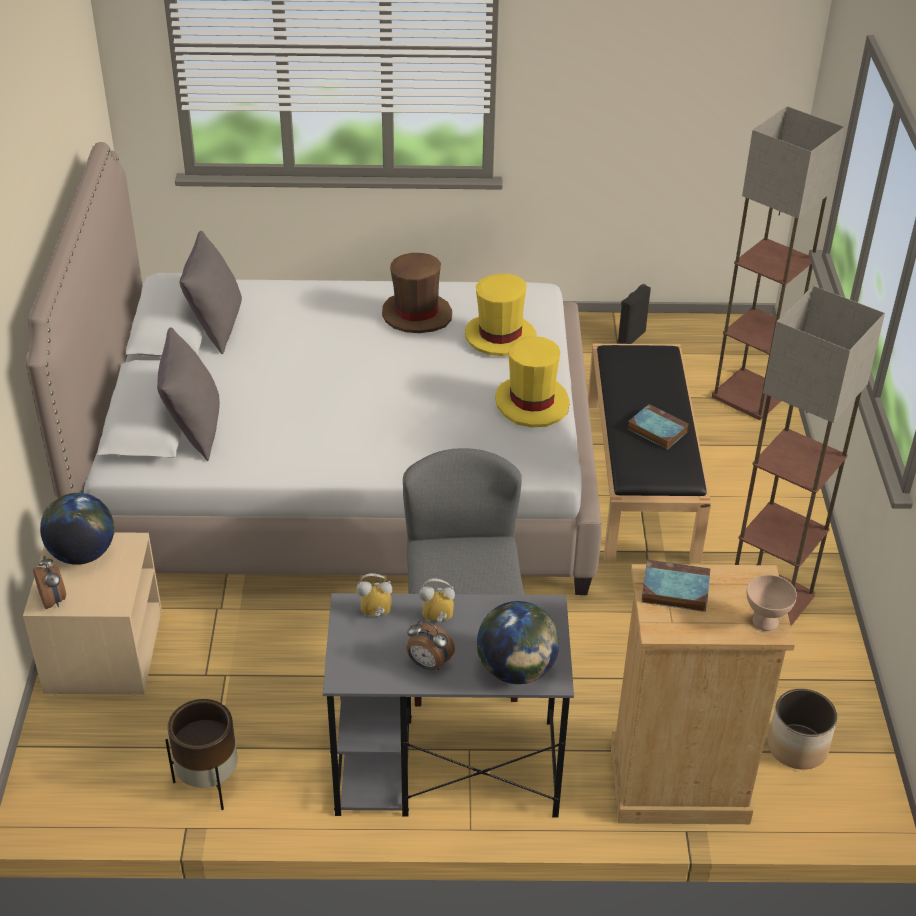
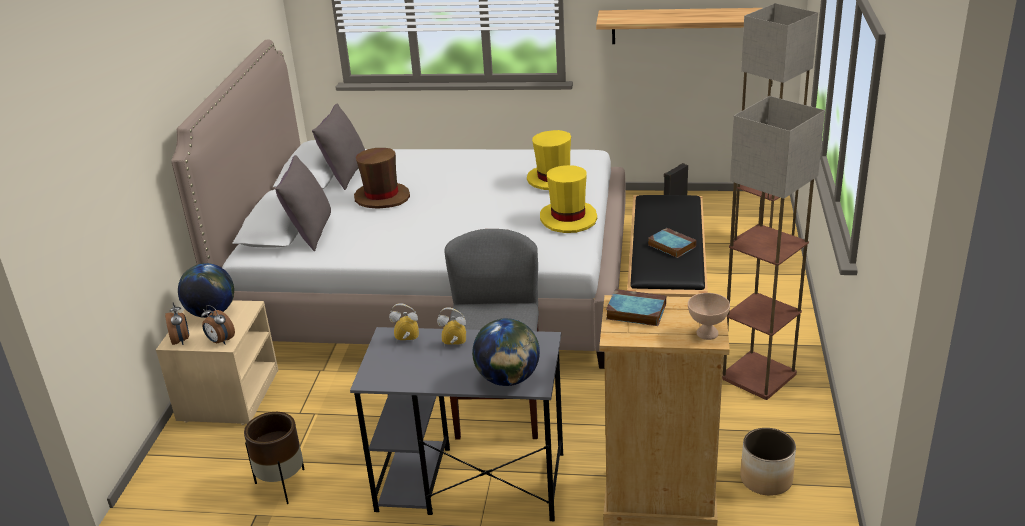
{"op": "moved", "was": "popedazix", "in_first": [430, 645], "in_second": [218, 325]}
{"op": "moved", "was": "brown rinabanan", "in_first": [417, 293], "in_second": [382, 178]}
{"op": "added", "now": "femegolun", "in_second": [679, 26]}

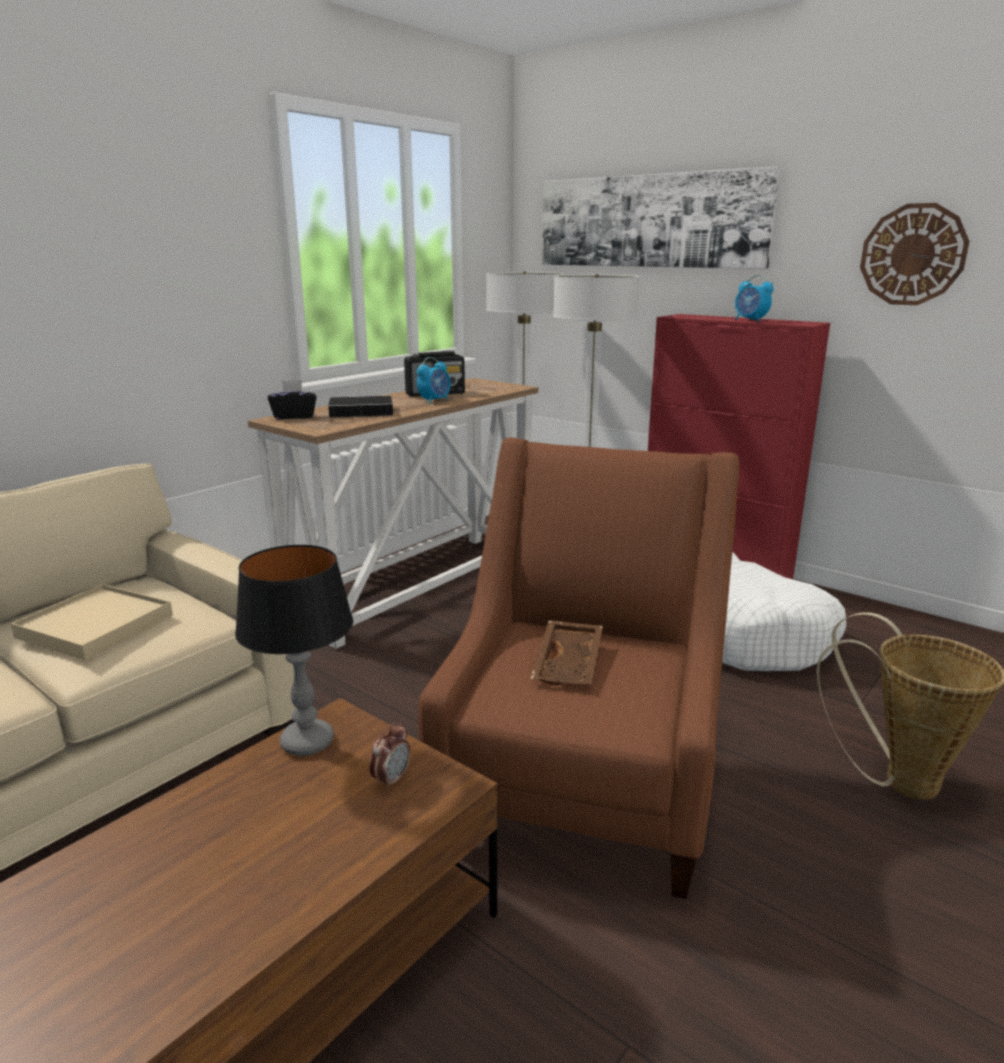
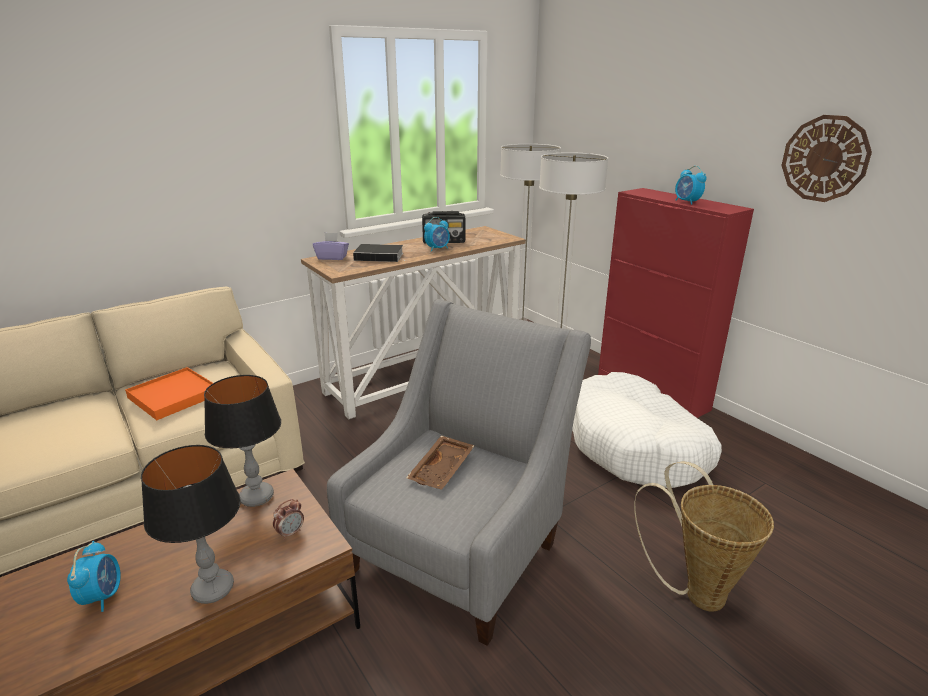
{"op": "added", "now": "popedazix", "in_second": [94, 576]}
{"op": "recoloured", "was": "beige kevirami", "now": "orange kevirami", "in_first": [92, 622], "in_second": [169, 393]}
{"op": "added", "now": "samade", "in_second": [191, 524]}
{"op": "recoloured", "was": "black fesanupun", "now": "purple fesanupun", "in_first": [292, 399], "in_second": [331, 246]}
{"op": "recoloured", "was": "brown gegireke", "now": "grey gegireke", "in_first": [578, 668], "in_second": [459, 472]}
{"op": "removed", "was": "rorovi", "in_first": [661, 217]}

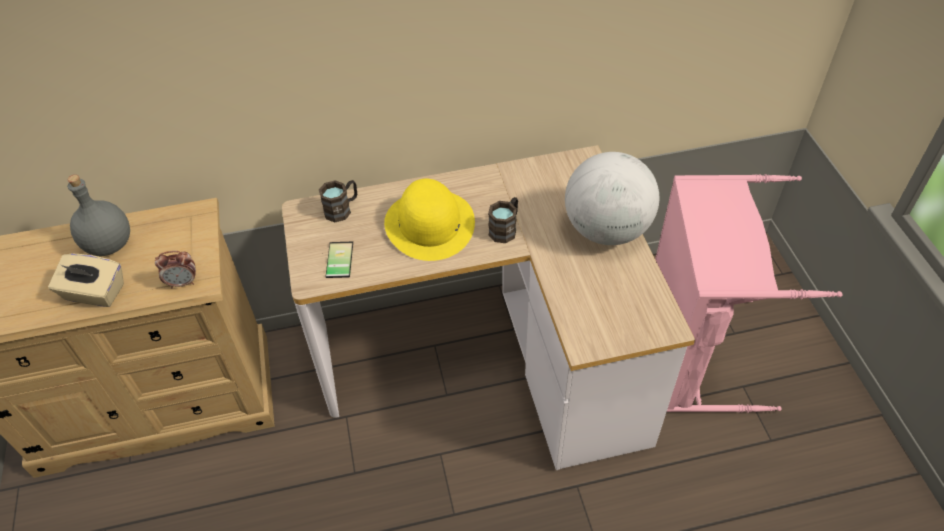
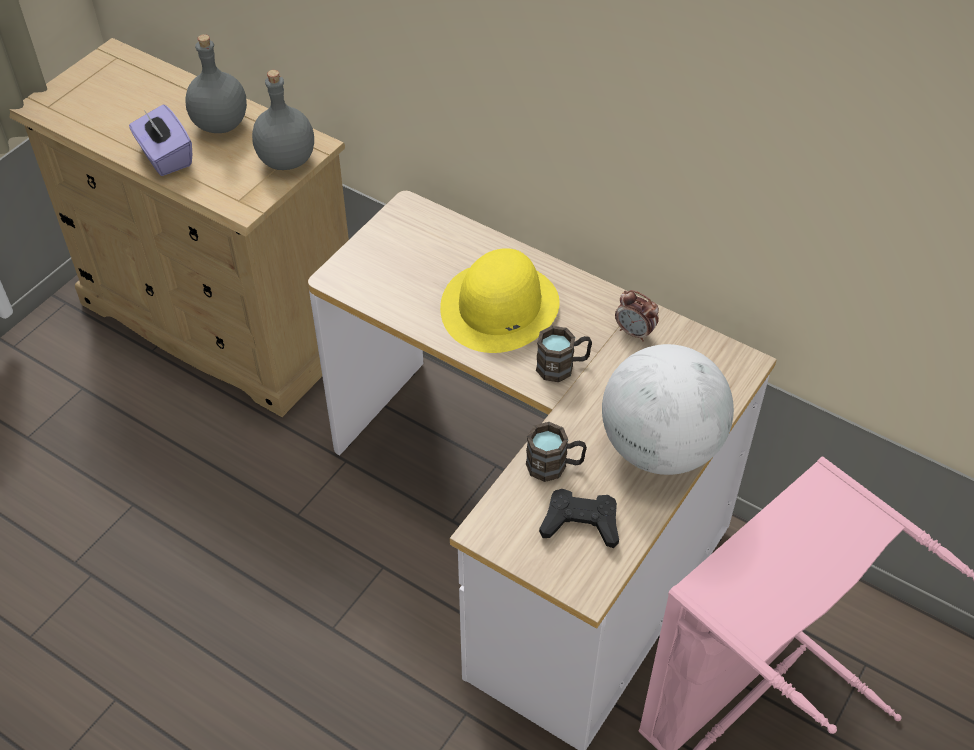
{"op": "recoloured", "was": "beige fesanupun", "now": "purple fesanupun", "in_first": [86, 280], "in_second": [160, 140]}
{"op": "added", "now": "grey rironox", "in_second": [283, 120]}
{"op": "moved", "was": "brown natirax", "in_first": [338, 201], "in_second": [556, 452]}
{"op": "added", "now": "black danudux", "in_second": [579, 518]}
{"op": "moved", "was": "popedazix", "in_first": [175, 270], "in_second": [637, 316]}
{"op": "removed", "was": "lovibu", "in_first": [339, 260]}

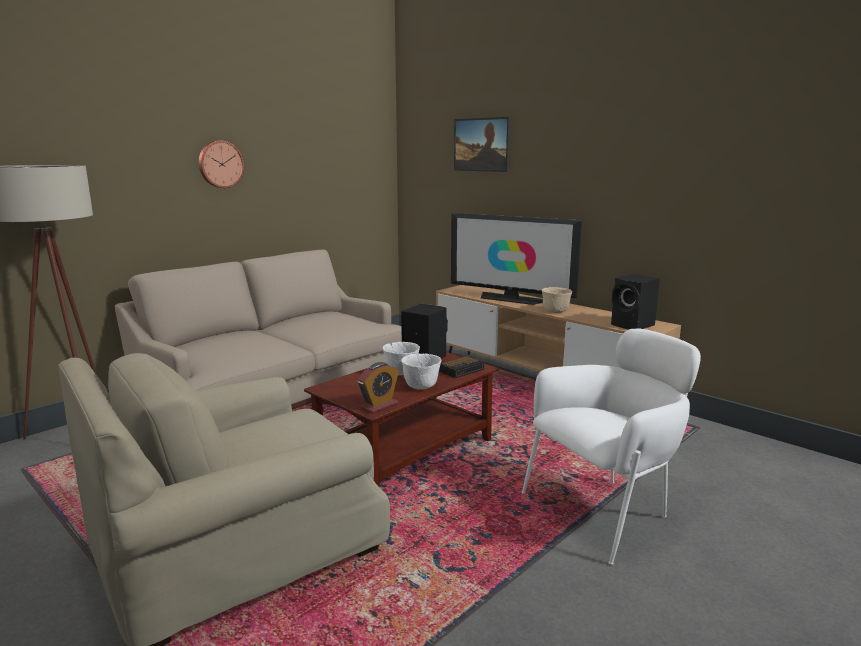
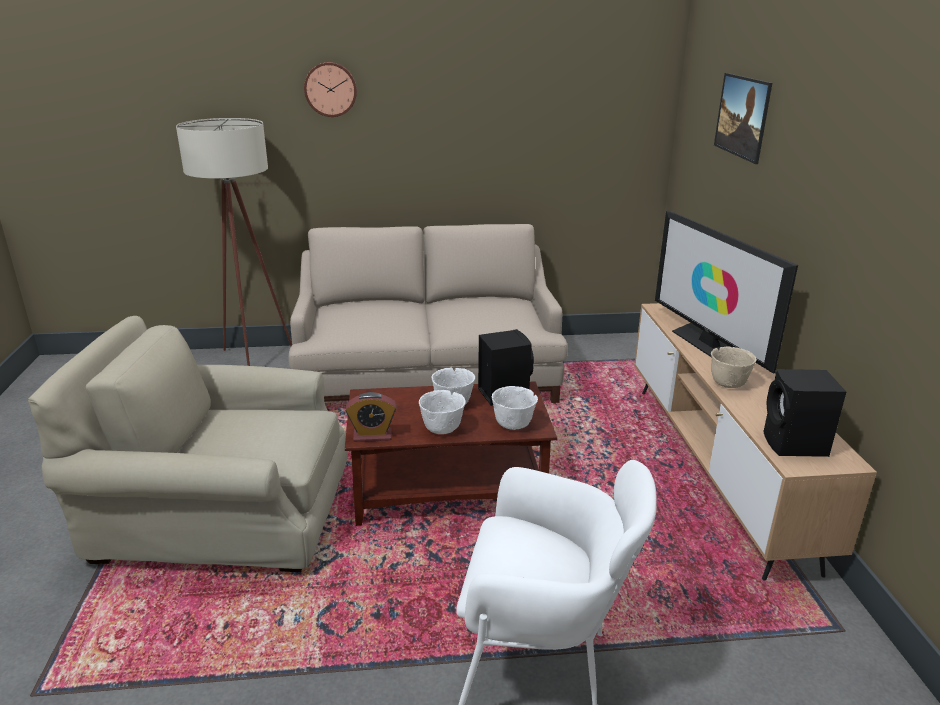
{"op": "moved", "was": "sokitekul", "in_first": [221, 164], "in_second": [330, 89]}
{"op": "replaced", "was": "popedazix", "now": "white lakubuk", "in_first": [461, 367], "in_second": [515, 408]}

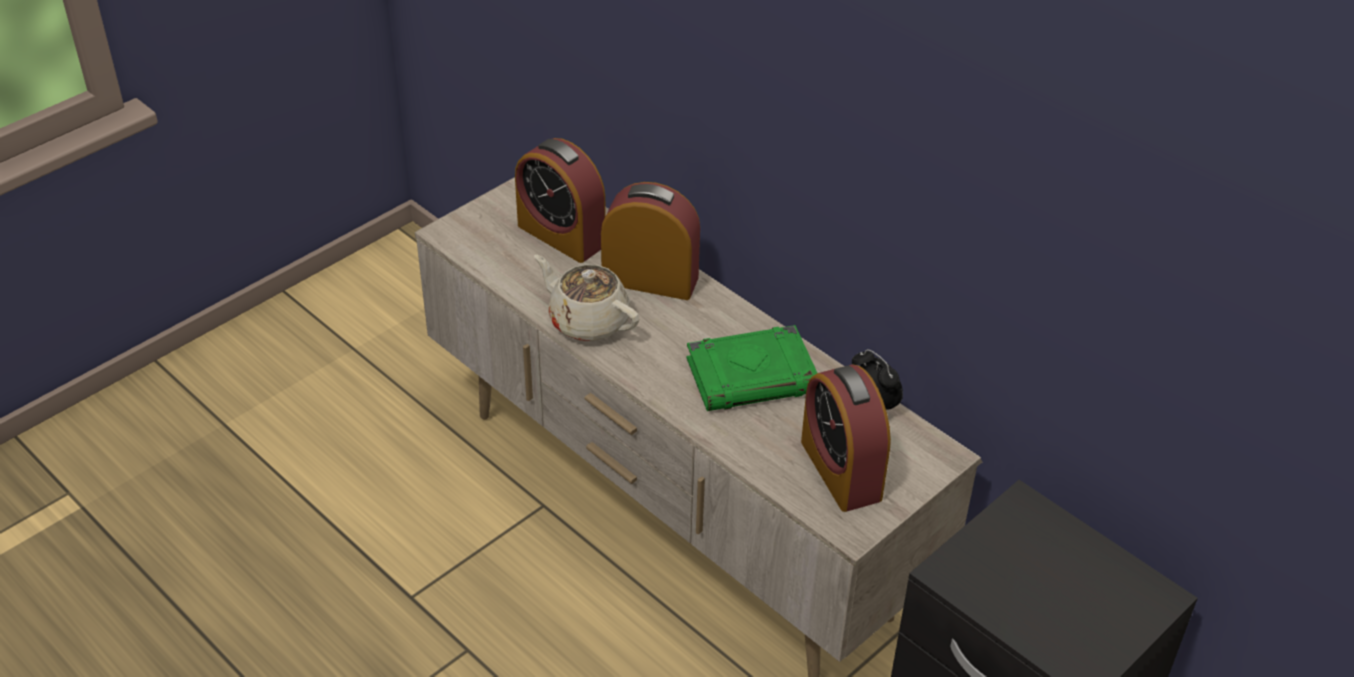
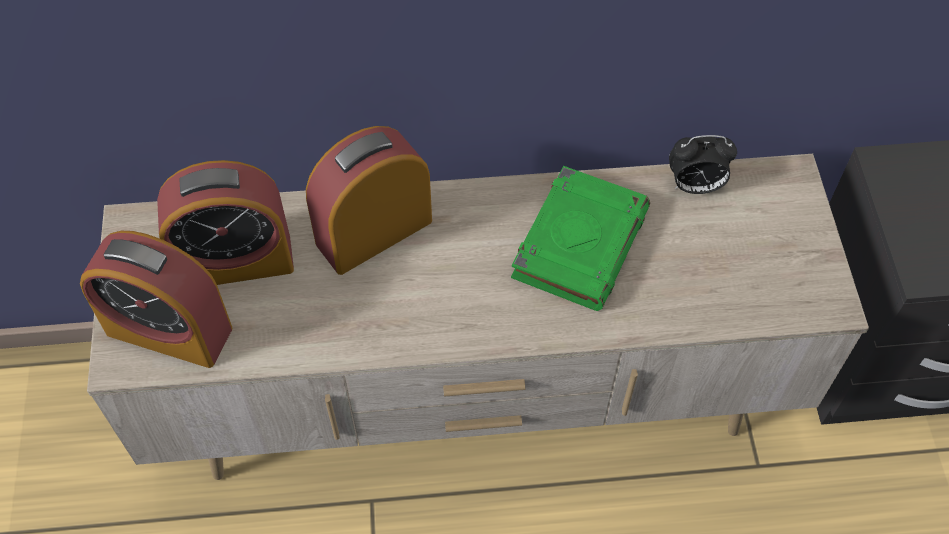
{"op": "moved", "was": "popedazix", "in_first": [846, 438], "in_second": [156, 299]}
{"op": "removed", "was": "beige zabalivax", "in_first": [587, 298]}

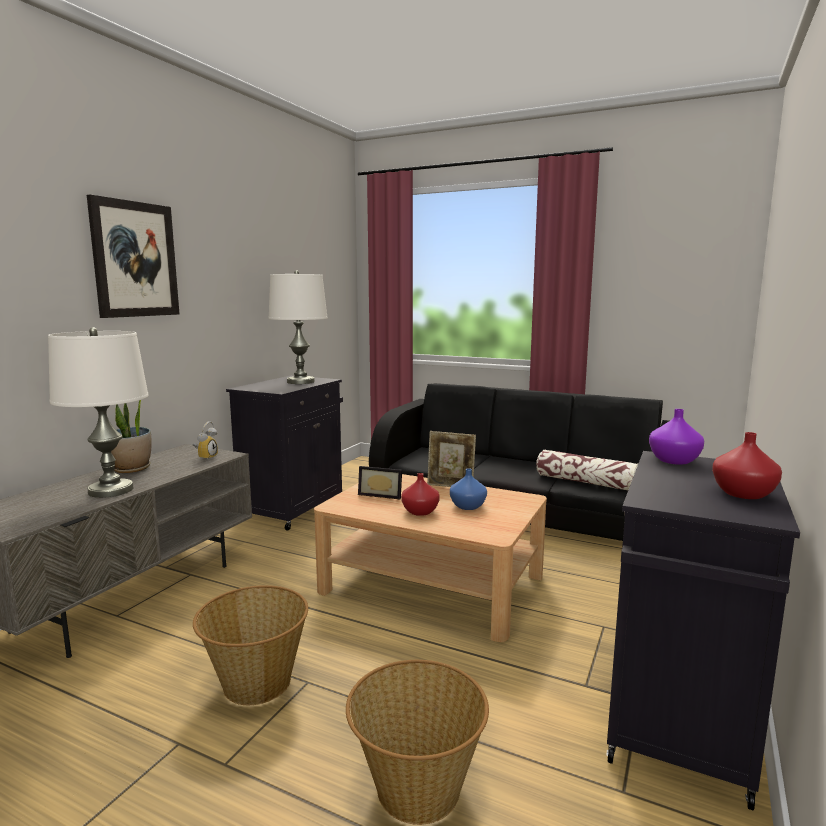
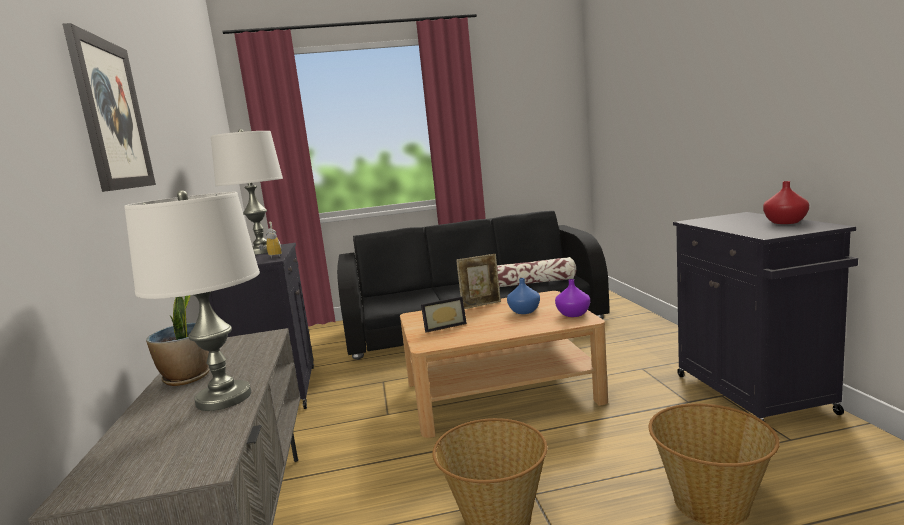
{"op": "moved", "was": "popedazix", "in_first": [205, 441], "in_second": [270, 240]}
{"op": "moved", "was": "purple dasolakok", "in_first": [676, 437], "in_second": [572, 298]}
{"op": "removed", "was": "red dasolakok", "in_first": [420, 494]}

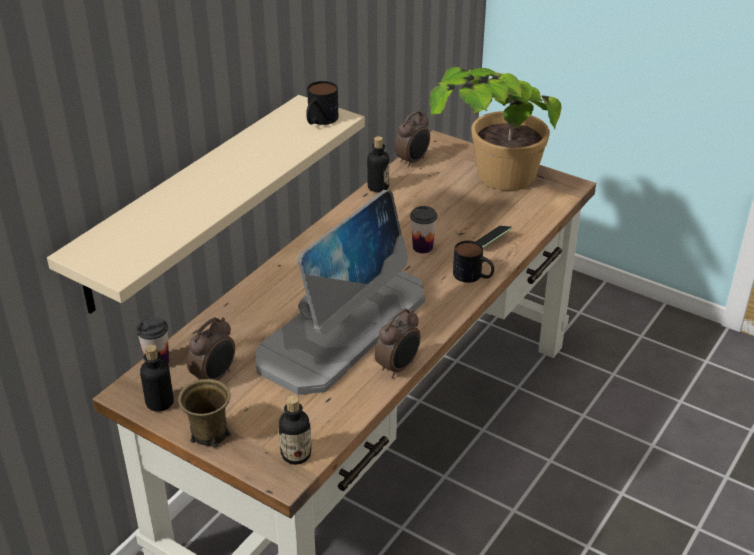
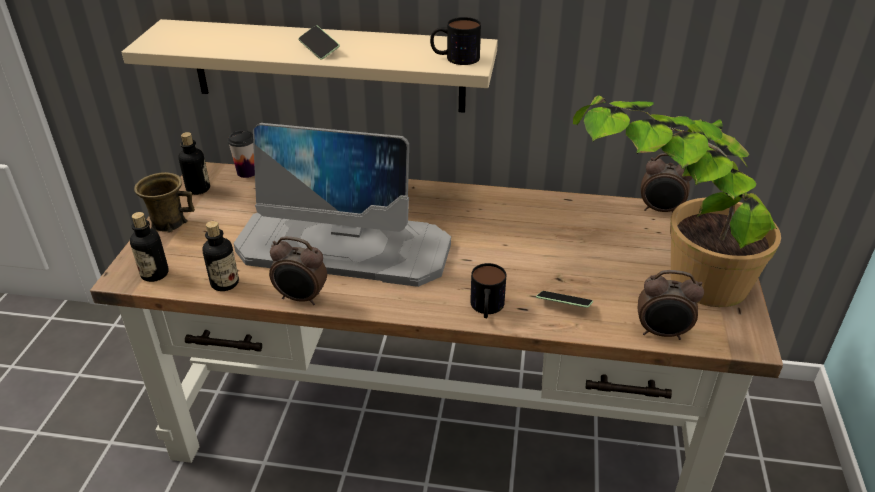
{"op": "moved", "was": "rironox", "in_first": [378, 164], "in_second": [220, 256]}
{"op": "added", "now": "lovibu", "in_second": [319, 42]}
{"op": "moved", "was": "popedazix", "in_first": [211, 348], "in_second": [671, 305]}
{"op": "removed", "was": "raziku", "in_first": [423, 229]}

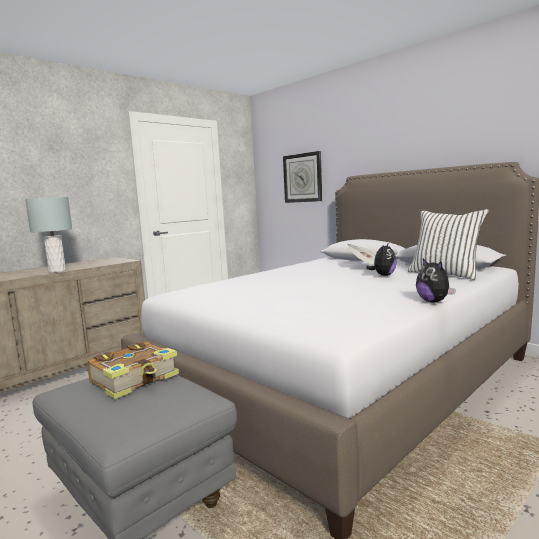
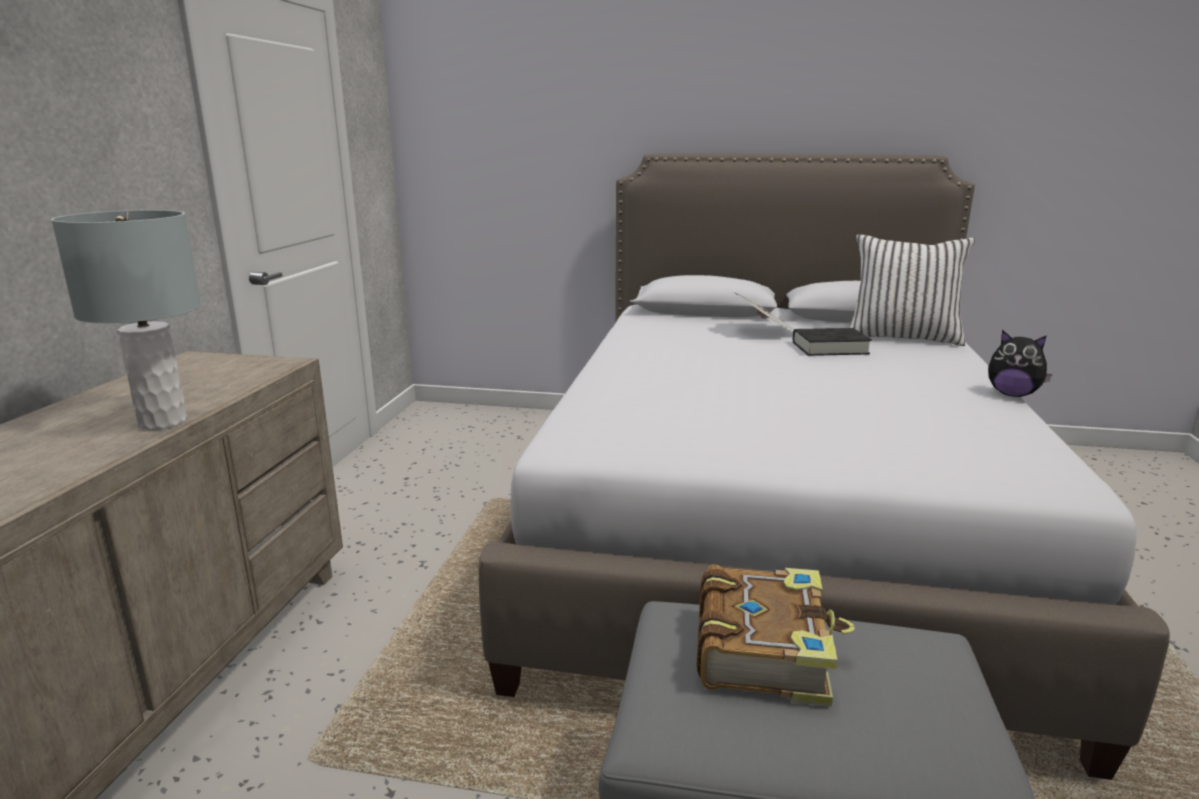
{"op": "replaced", "was": "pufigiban", "now": "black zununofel", "in_first": [381, 259], "in_second": [832, 342]}
{"op": "removed", "was": "sokitekul", "in_first": [302, 177]}

